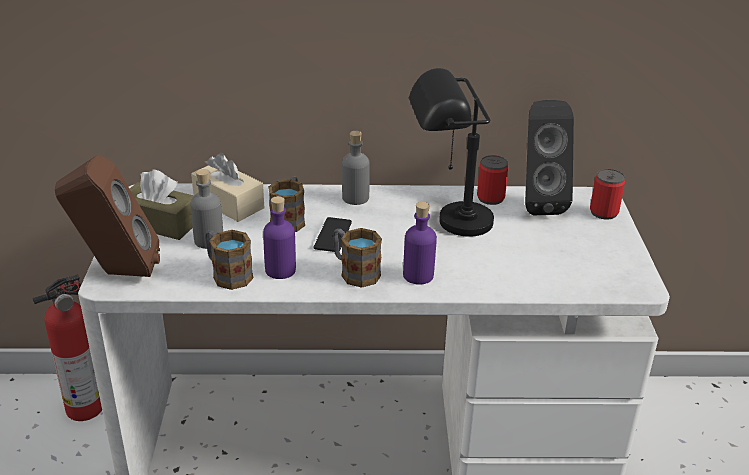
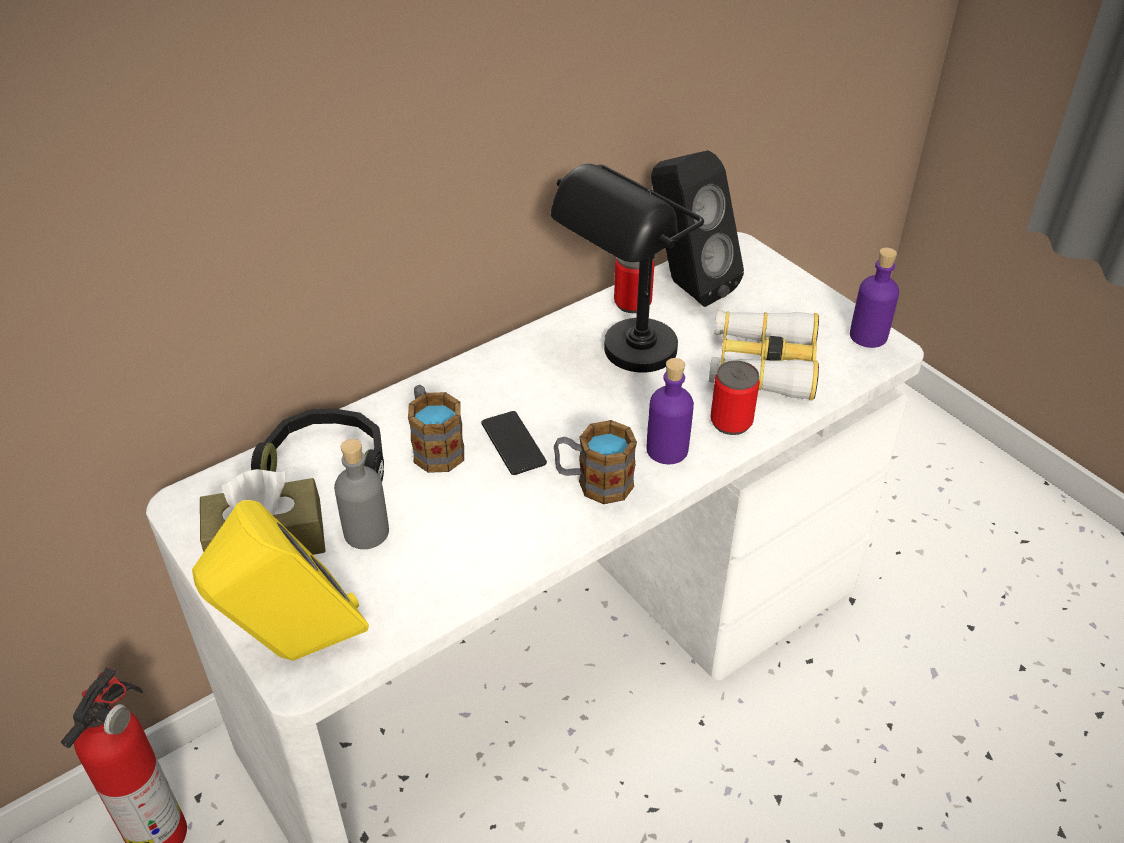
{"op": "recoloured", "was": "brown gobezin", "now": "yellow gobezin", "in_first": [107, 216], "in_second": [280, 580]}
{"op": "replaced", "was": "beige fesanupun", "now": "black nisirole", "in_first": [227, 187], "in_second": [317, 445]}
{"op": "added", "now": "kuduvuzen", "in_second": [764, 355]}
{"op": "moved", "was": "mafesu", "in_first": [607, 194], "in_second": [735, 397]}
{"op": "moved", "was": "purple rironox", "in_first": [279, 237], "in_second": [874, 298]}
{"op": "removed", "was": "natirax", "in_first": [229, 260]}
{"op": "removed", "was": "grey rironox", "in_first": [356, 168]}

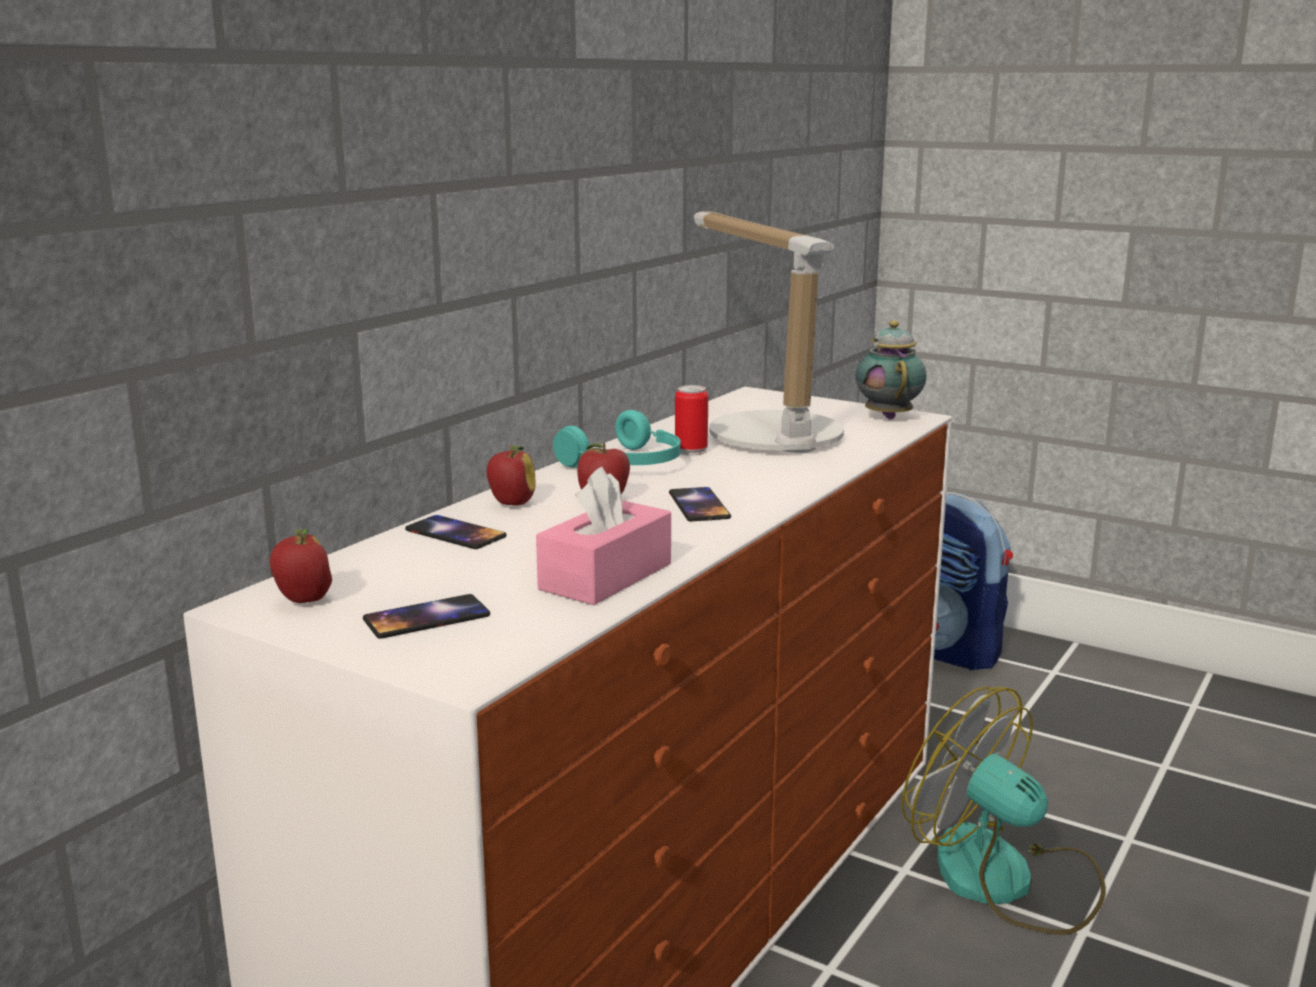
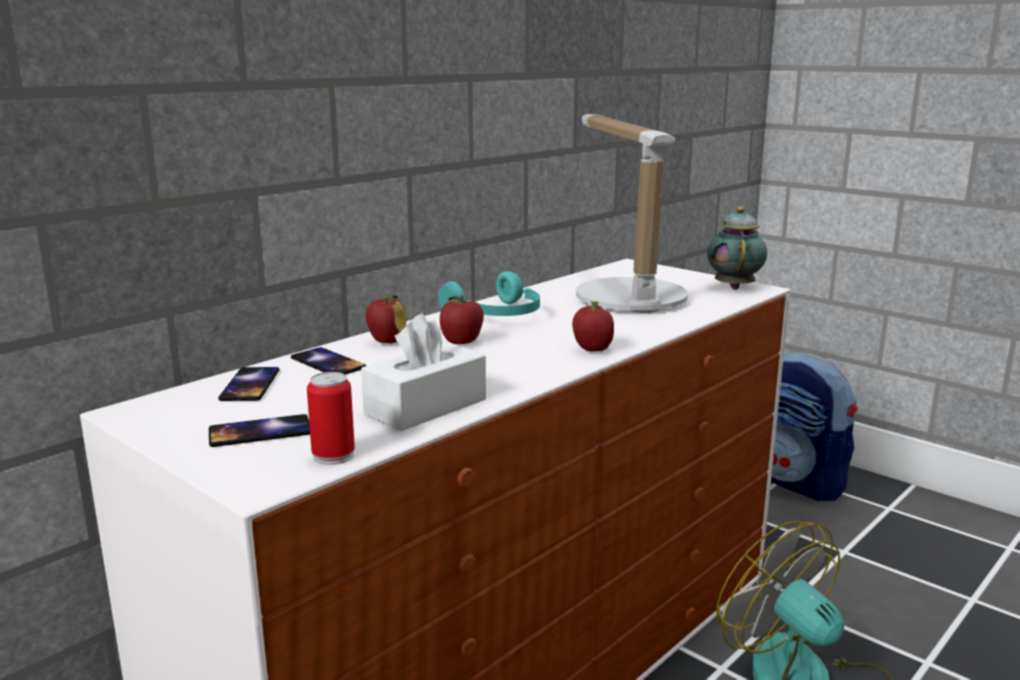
{"op": "moved", "was": "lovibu", "in_first": [700, 504], "in_second": [249, 384]}
{"op": "moved", "was": "mafesu", "in_first": [691, 420], "in_second": [331, 418]}
{"op": "recoloured", "was": "pink fesanupun", "now": "white fesanupun", "in_first": [603, 536], "in_second": [423, 372]}
{"op": "moved", "was": "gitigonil", "in_first": [301, 566], "in_second": [593, 326]}

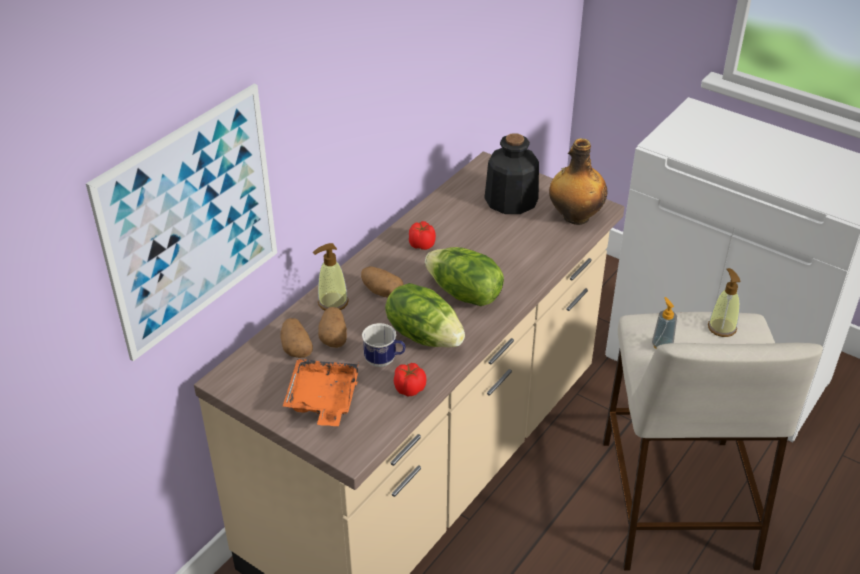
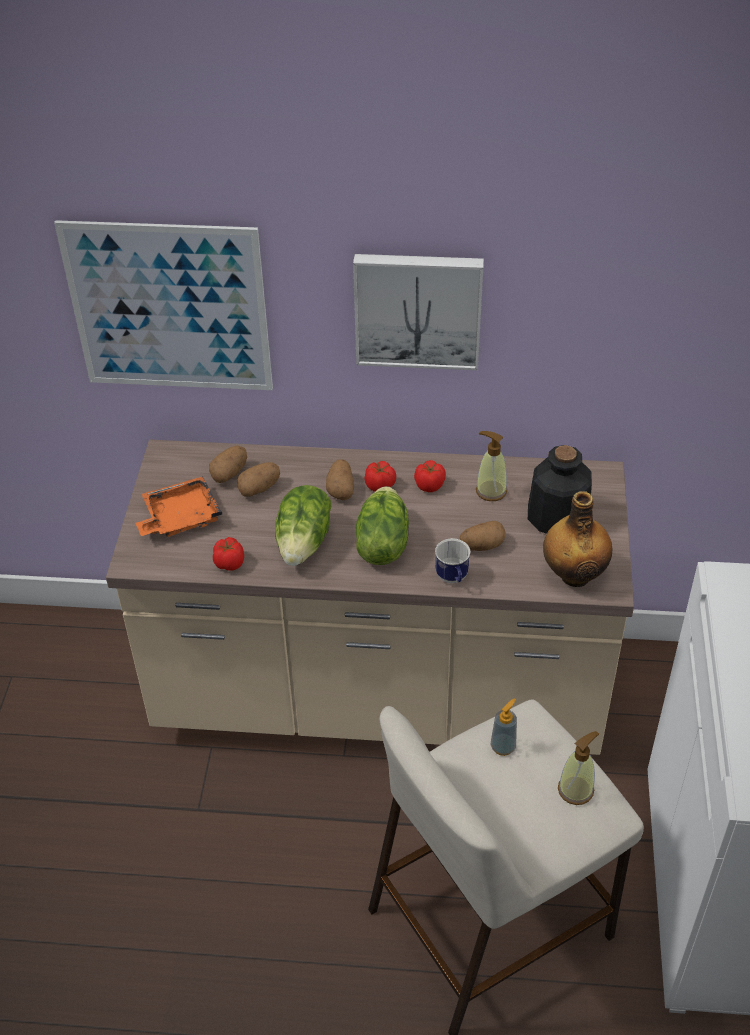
{"op": "added", "now": "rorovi", "in_second": [418, 312]}
{"op": "added", "now": "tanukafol", "in_second": [380, 476]}
{"op": "moved", "was": "natirax", "in_first": [383, 345], "in_second": [453, 560]}
{"op": "added", "now": "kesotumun", "in_second": [482, 536]}
{"op": "moved", "was": "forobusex", "in_first": [331, 276], "in_second": [491, 466]}

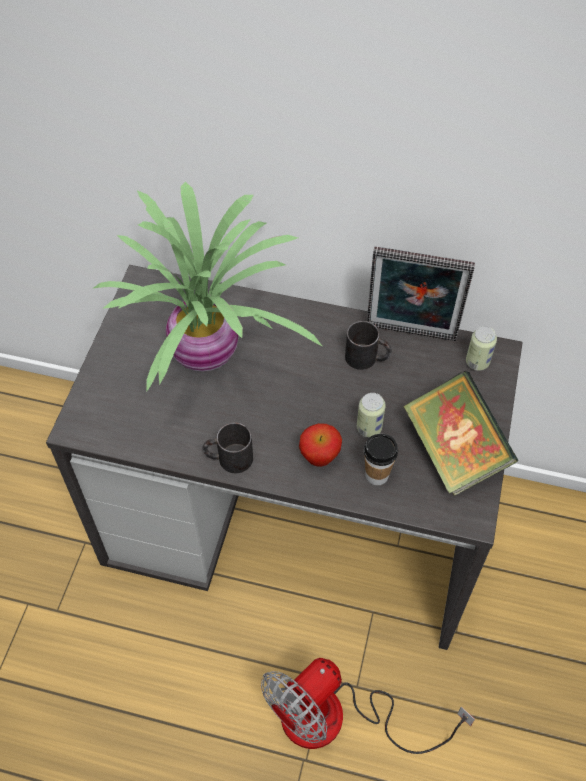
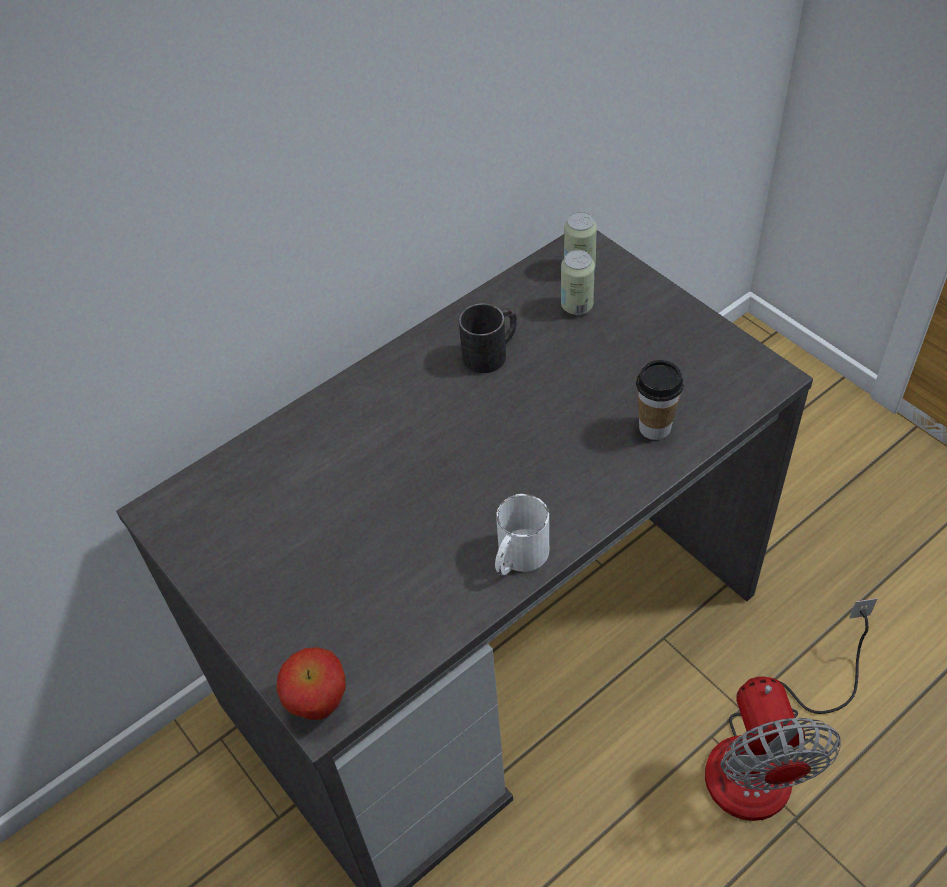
{"op": "moved", "was": "gitigonil", "in_first": [320, 445], "in_second": [310, 683]}
{"op": "recoloured", "was": "black natirax", "now": "white natirax", "in_first": [227, 448], "in_second": [522, 534]}
{"op": "moved", "was": "mafesu", "in_first": [371, 415], "in_second": [578, 282]}
{"op": "removed", "was": "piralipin", "in_first": [207, 286]}
{"op": "removed", "was": "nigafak", "in_first": [421, 294]}
{"op": "removed", "was": "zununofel", "in_first": [461, 433]}

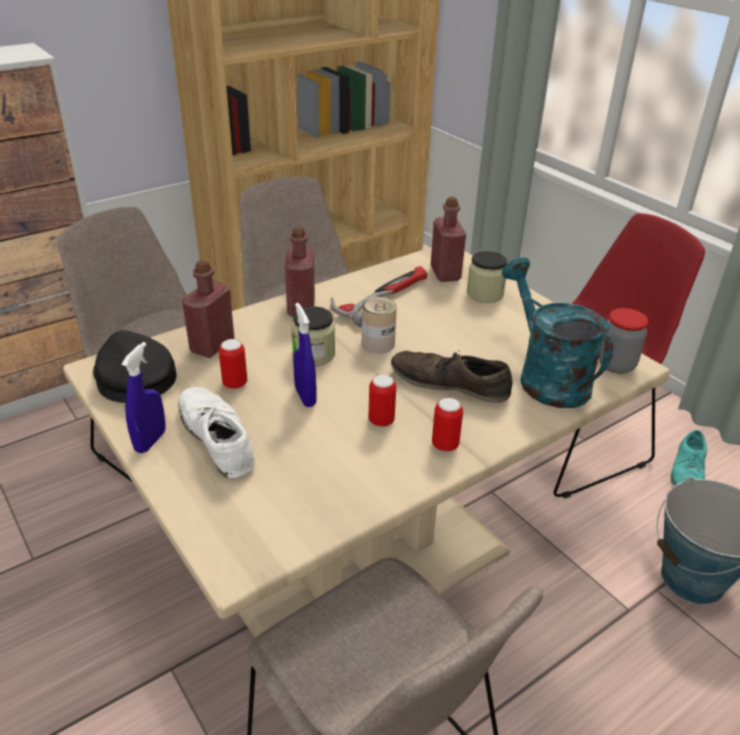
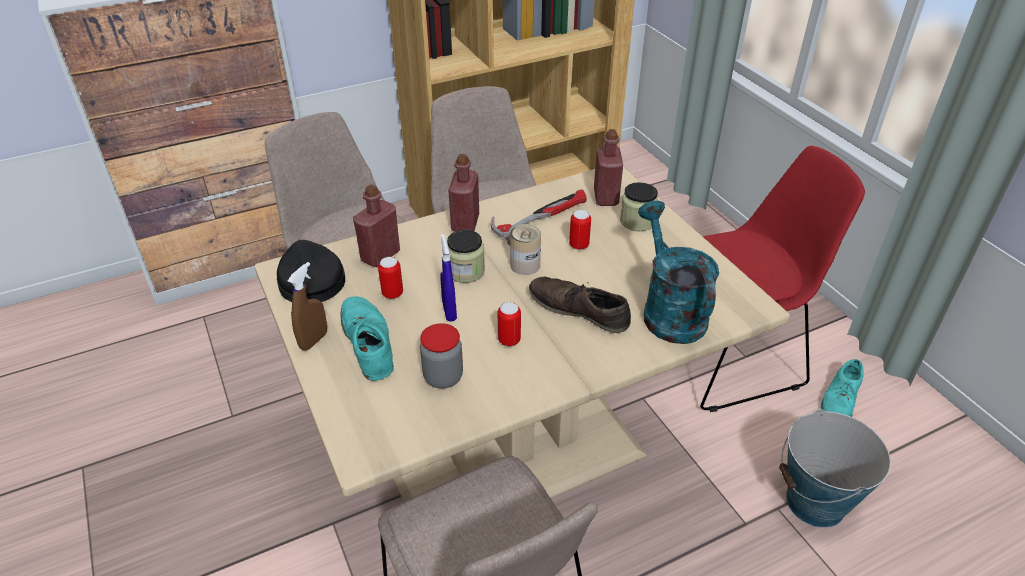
{"op": "recoloured", "was": "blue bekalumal", "now": "brown bekalumal", "in_first": [143, 397], "in_second": [307, 306]}
{"op": "recoloured", "was": "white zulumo", "now": "turquoise zulumo", "in_first": [216, 432], "in_second": [367, 338]}
{"op": "moved", "was": "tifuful", "in_first": [623, 341], "in_second": [441, 356]}
{"op": "moved", "was": "mafesu", "in_first": [447, 425], "in_second": [580, 230]}

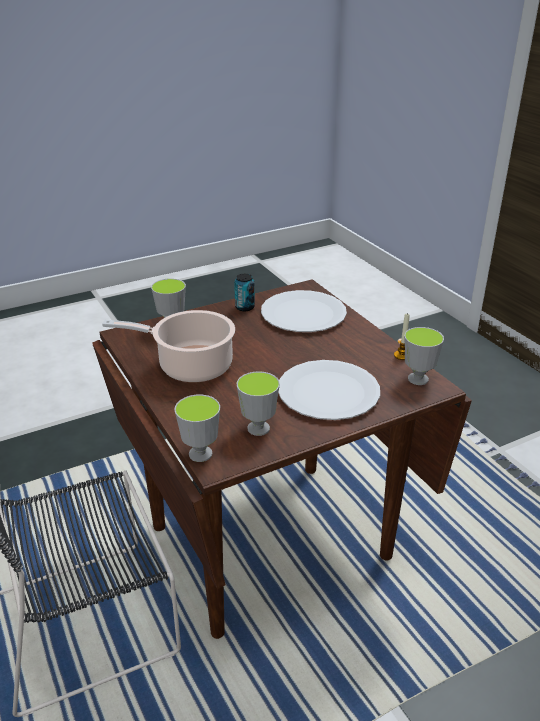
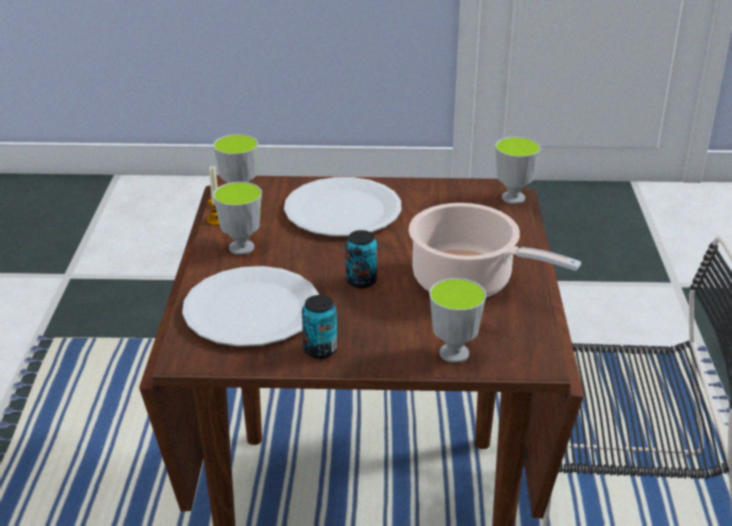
{"op": "moved", "was": "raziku", "in_first": [258, 403], "in_second": [237, 218]}
{"op": "added", "now": "mafesu", "in_second": [361, 259]}

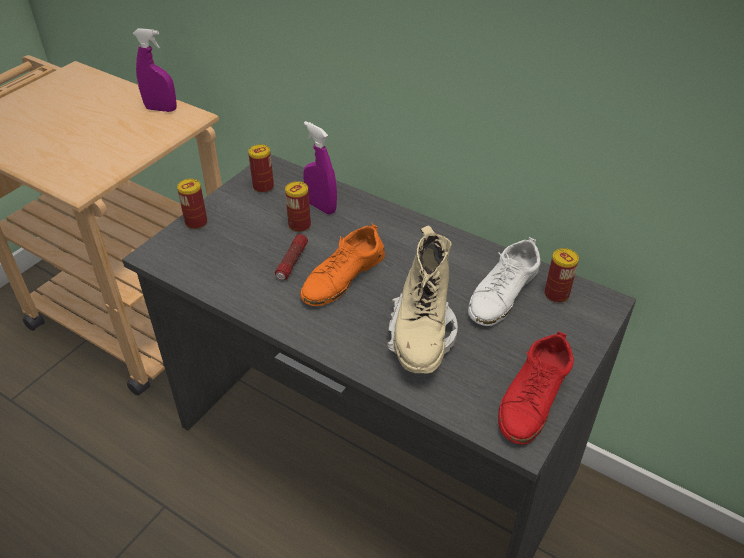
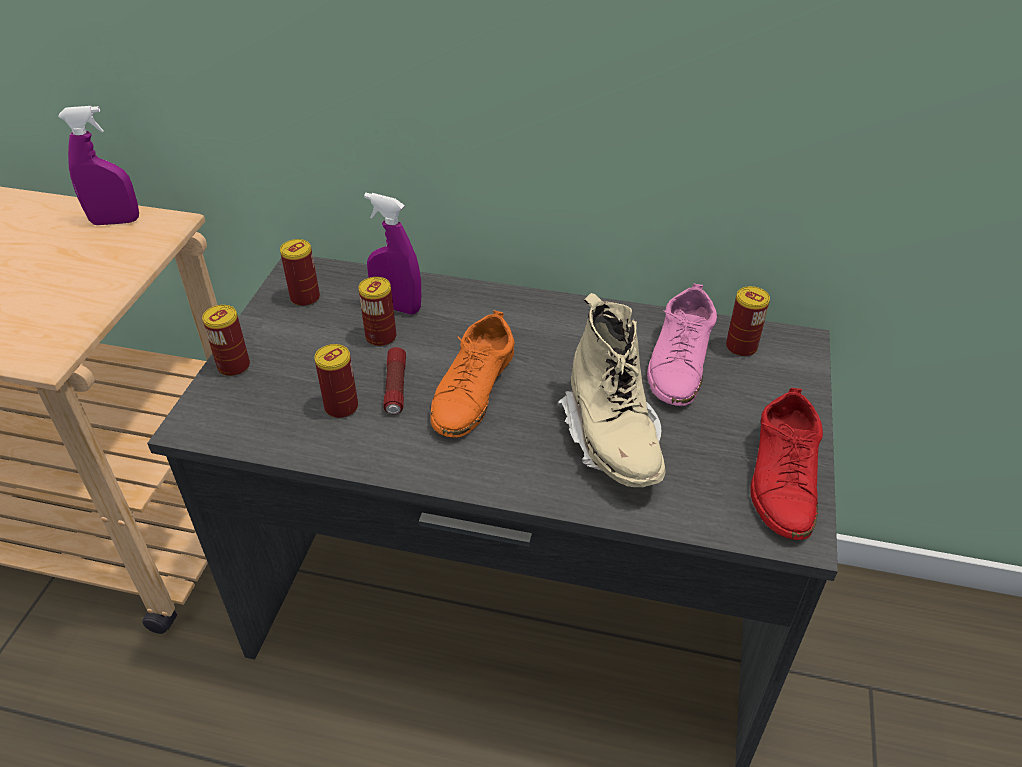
{"op": "added", "now": "mafesu", "in_second": [336, 381]}
{"op": "recoloured", "was": "white zulumo", "now": "pink zulumo", "in_first": [504, 281], "in_second": [682, 345]}

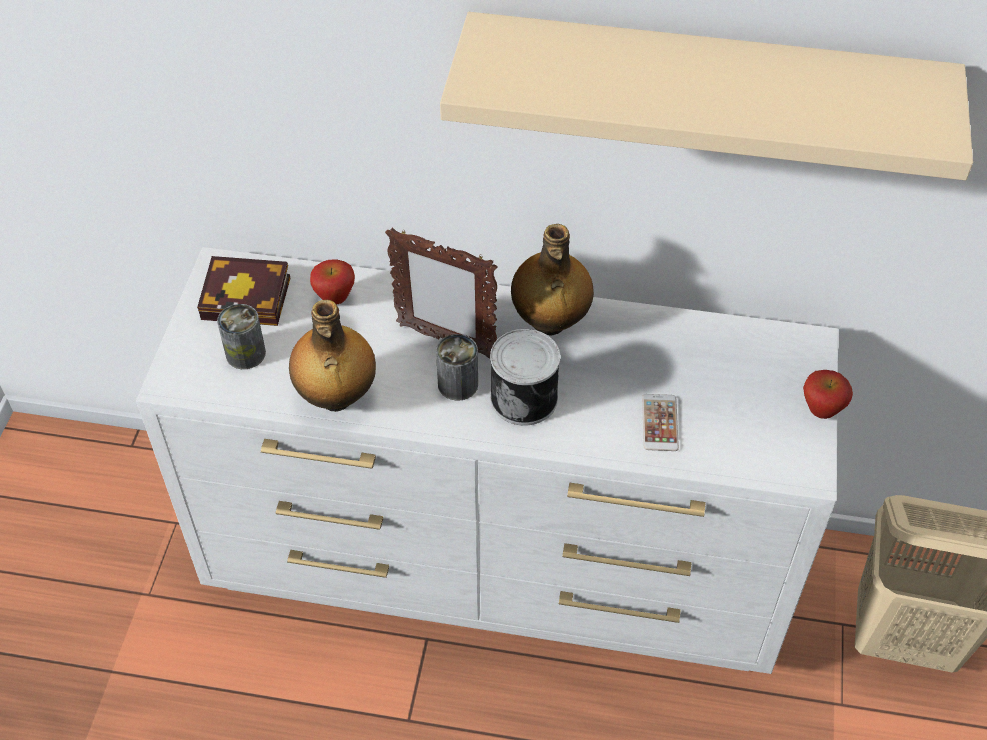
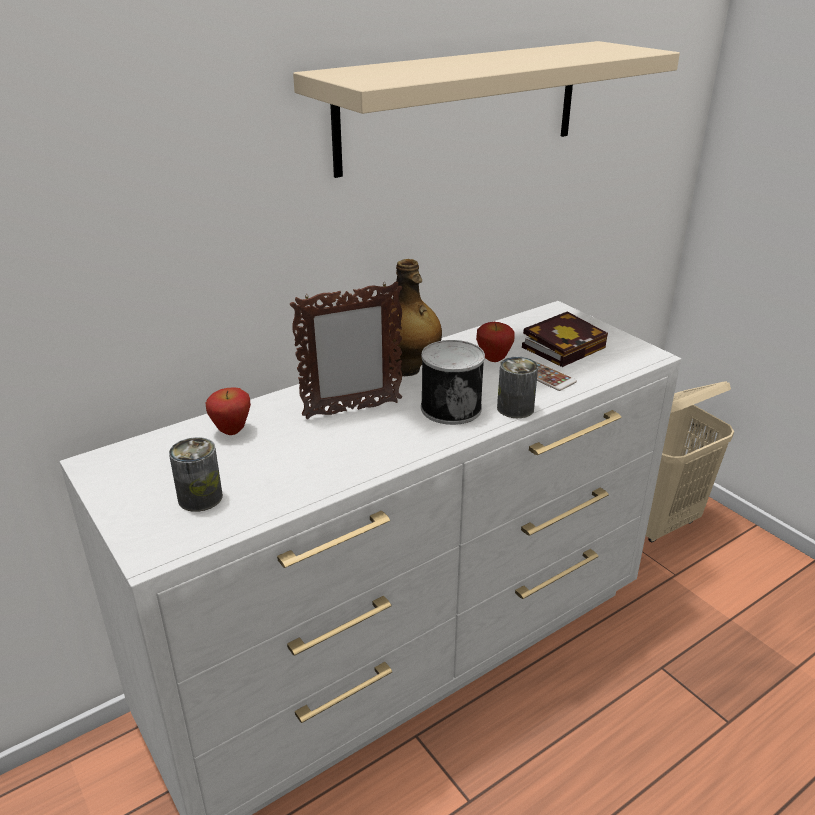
{"op": "moved", "was": "gitigonil", "in_first": [828, 394], "in_second": [495, 342]}
{"op": "moved", "was": "mafesu", "in_first": [457, 367], "in_second": [517, 387]}
{"op": "moved", "was": "zununofel", "in_first": [244, 291], "in_second": [565, 339]}
{"op": "removed", "was": "rironox", "in_first": [332, 356]}

